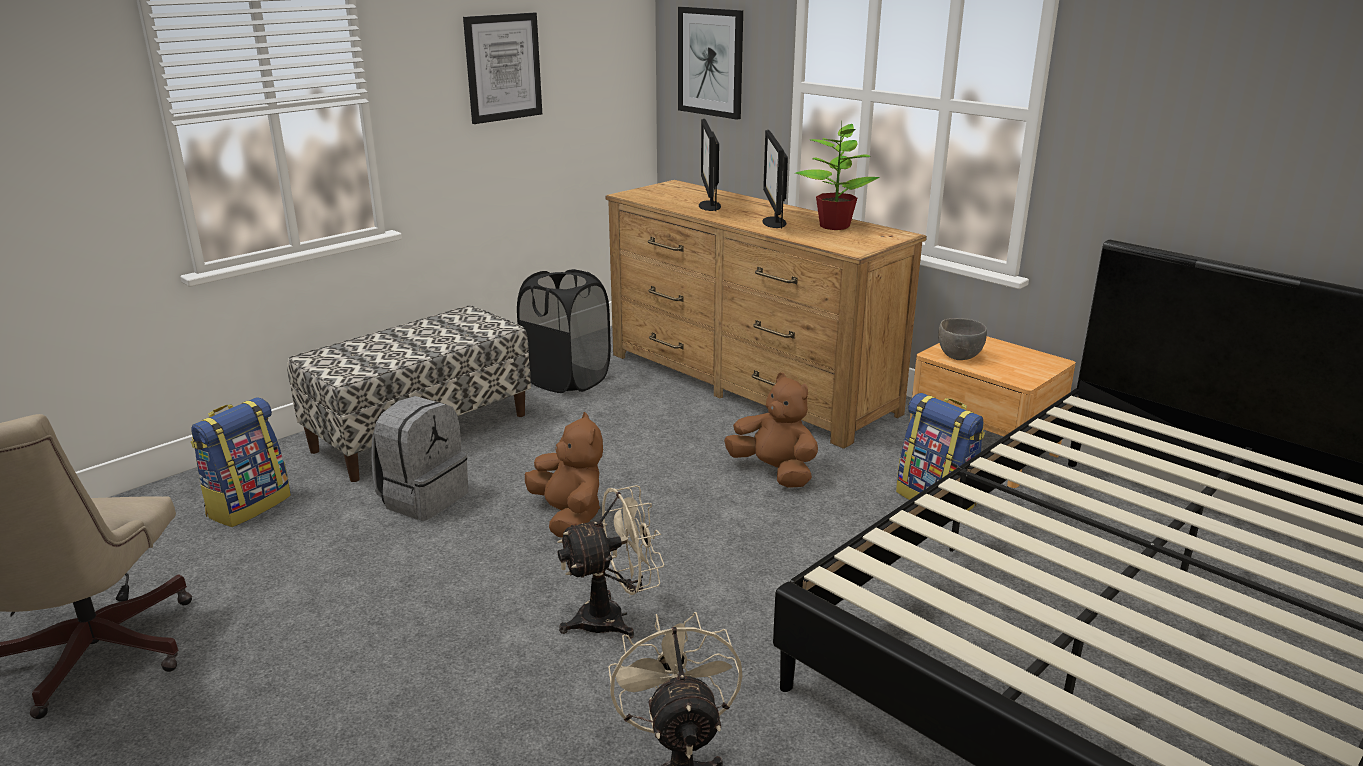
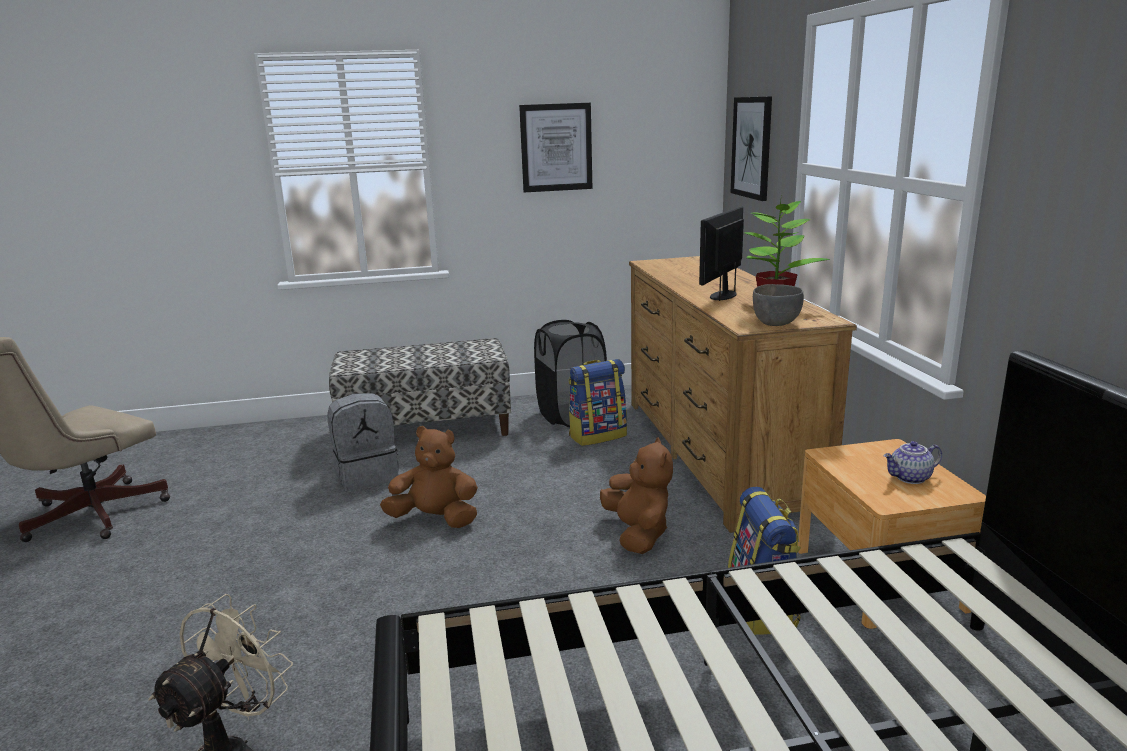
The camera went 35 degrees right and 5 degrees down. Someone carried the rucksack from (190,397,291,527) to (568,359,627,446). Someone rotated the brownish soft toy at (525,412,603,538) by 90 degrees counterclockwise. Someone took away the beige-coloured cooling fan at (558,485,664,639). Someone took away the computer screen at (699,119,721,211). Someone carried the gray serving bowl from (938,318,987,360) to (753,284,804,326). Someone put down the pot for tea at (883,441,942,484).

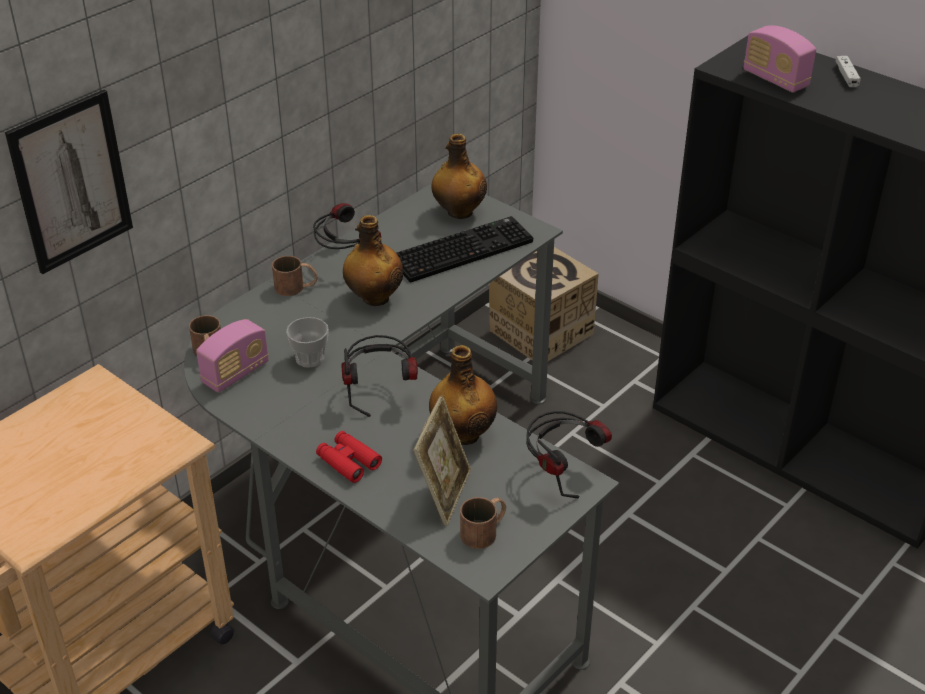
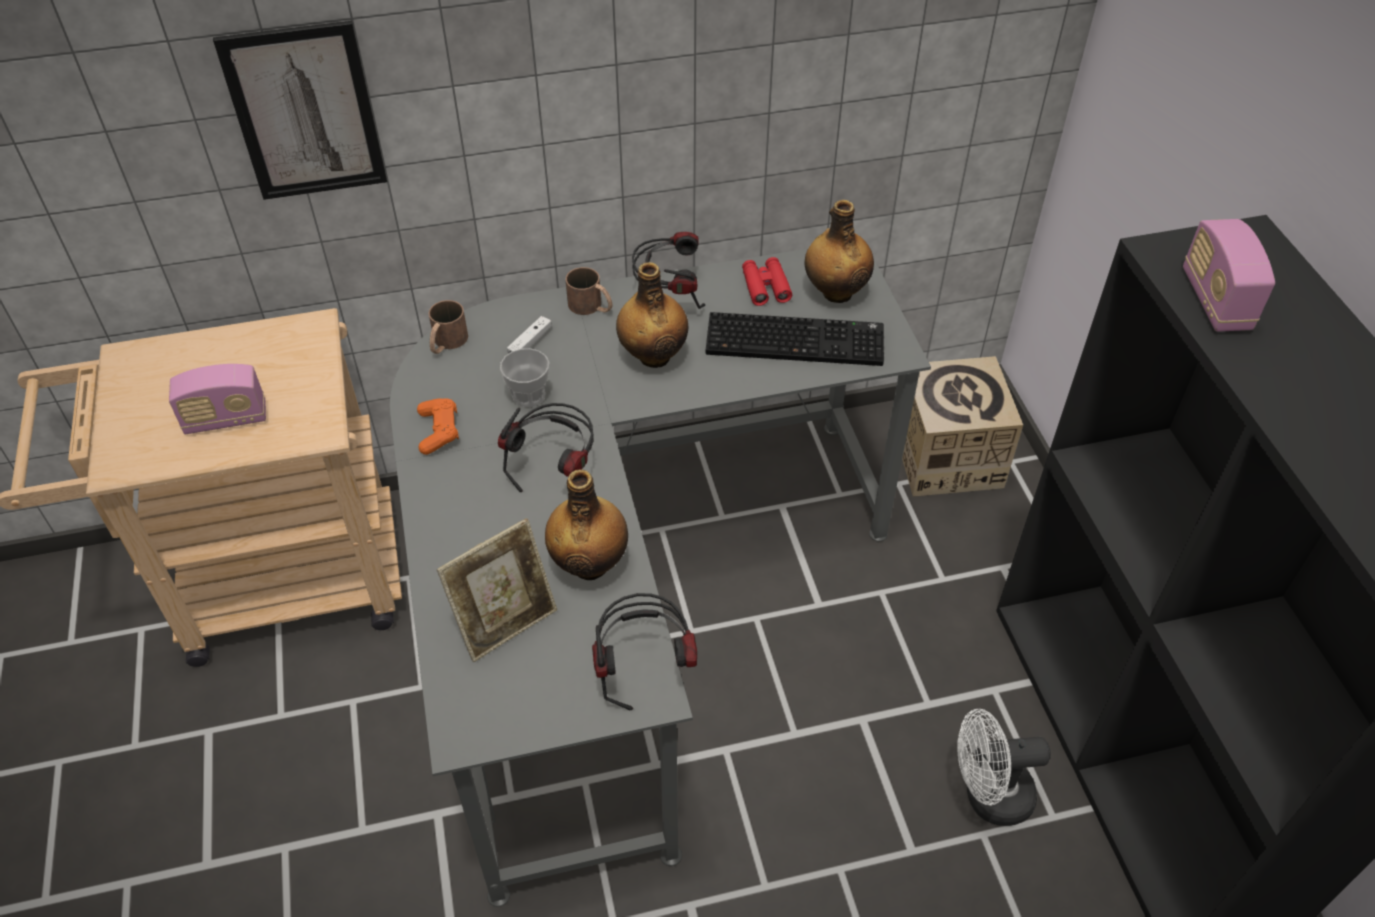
The camera went 35 degrees right and 10 degrees up. Someone carried the radio receiver from (196,319,269,393) to (169,364,266,434). Someone carried the reddish pair of binoculars from (316,431,382,483) to (742,257,792,306). Someone took away the brownish coffee mug at (460,497,506,549). Someone carried the whitish gamepad from (836,56,861,87) to (507,316,552,354). Someone put down the orange gamepad at (417,399,459,455). Someone put down the whitish cooling fan at (957,709,1051,826).

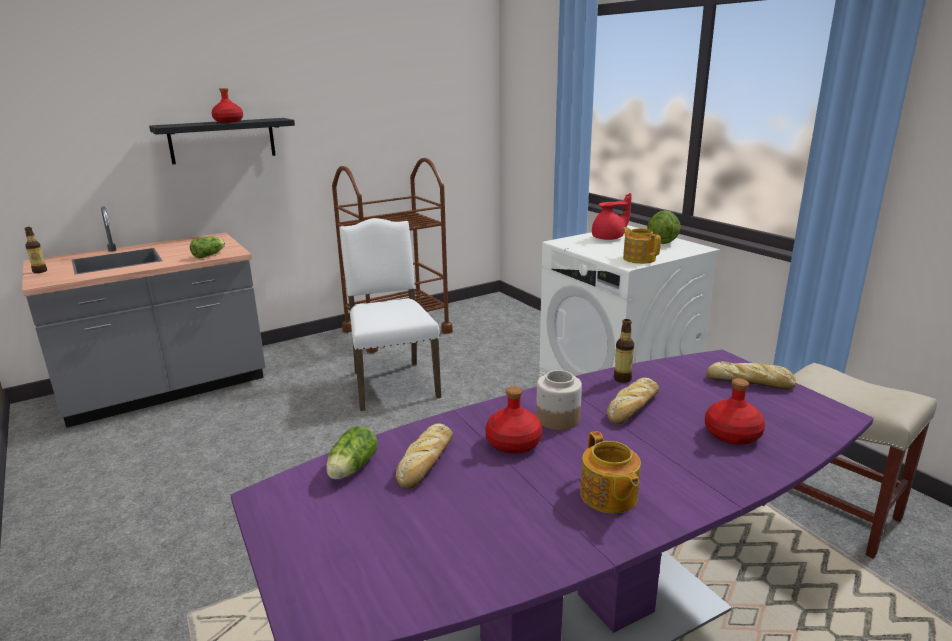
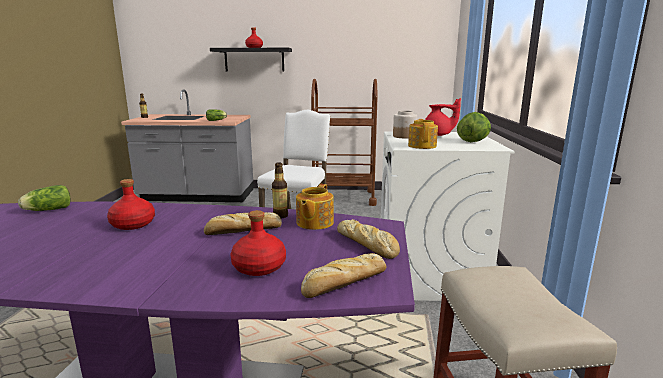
The camera went 35 degrees right and 5 degrees down. Someone carried the bakery bread from (396,424,453,489) to (301,253,386,298). Someone carried the jar from (536,370,582,430) to (393,111,417,138). Someone carried the pot for tea from (580,431,641,513) to (296,184,334,230).

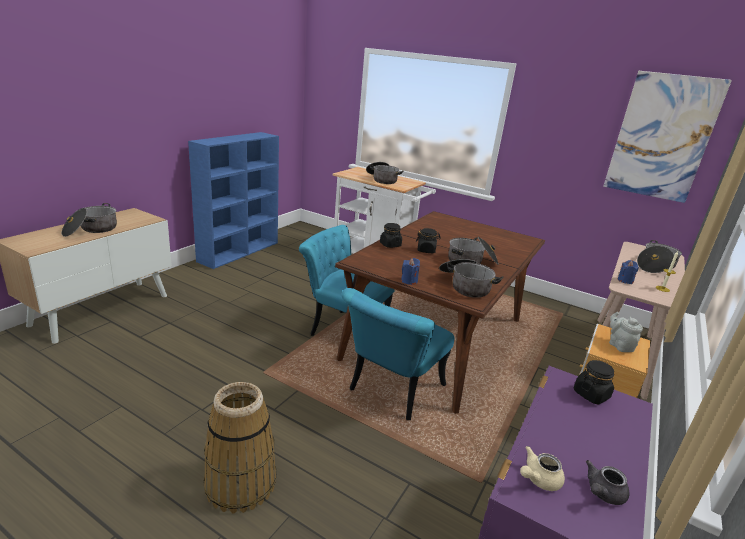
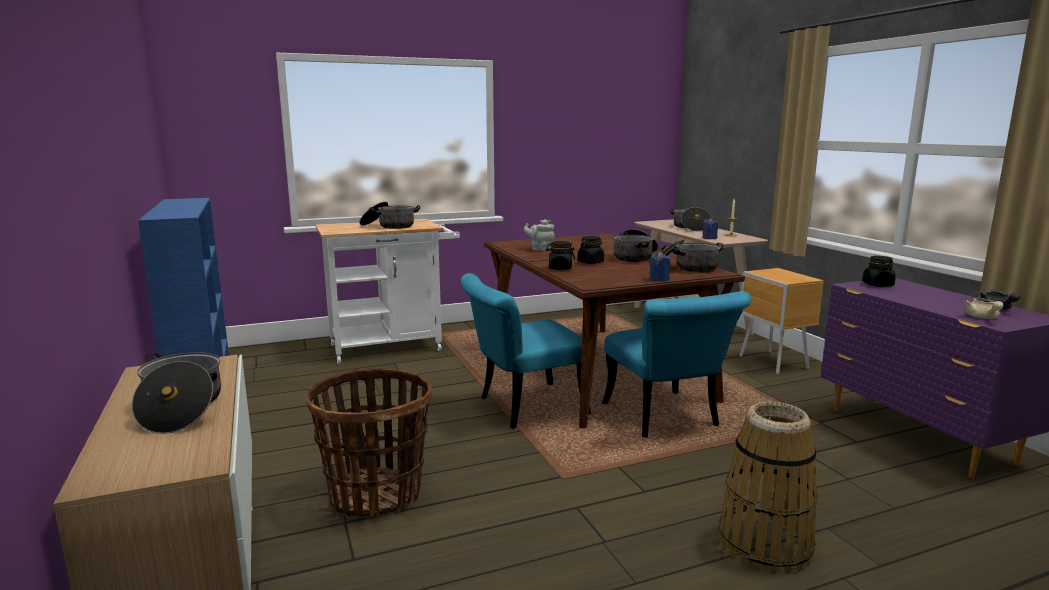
The camera went 50 degrees left and 10 degrees down. Someone took away the wall art at (603,71,732,203). Someone carried the gray pot for tea from (609,312,643,352) to (524,220,555,251). Someone put down the basket at (307,368,432,518).

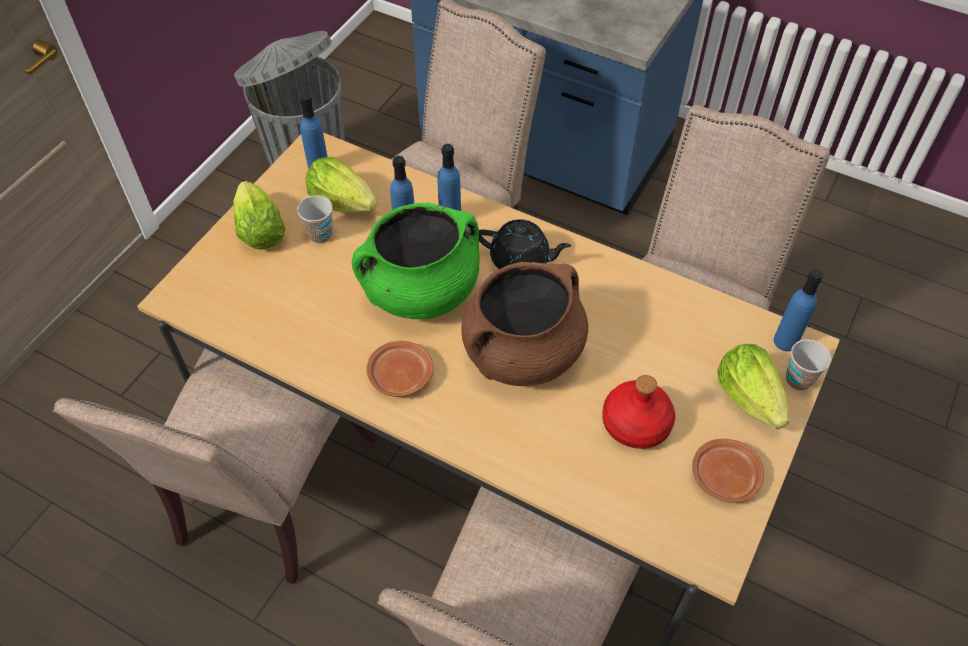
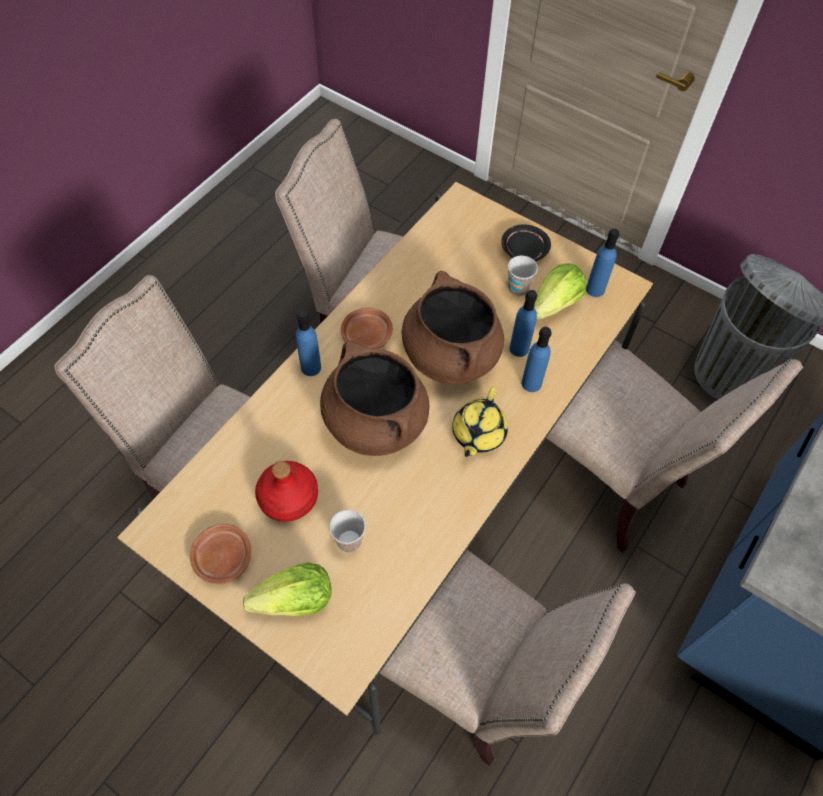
The camera went 95 degrees right and 5 degrees up. Someone swapped the head of lettuce at (233,181,286,250) for the black-coloured plate at (502,224,551,261). Someone repainted the green-coloured cooking pot at (352,203,480,319), which became the brownish cooking pot at (401,271,504,384). Someone repainted the black-coloured pot for tea at (479,219,571,269), which became the yellow-coloured pot for tea at (452,387,508,457). Someone carried the bluish bottle from (774,269,823,351) to (296,309,321,376). Someone carried the cup from (786,339,831,391) to (329,510,366,553).

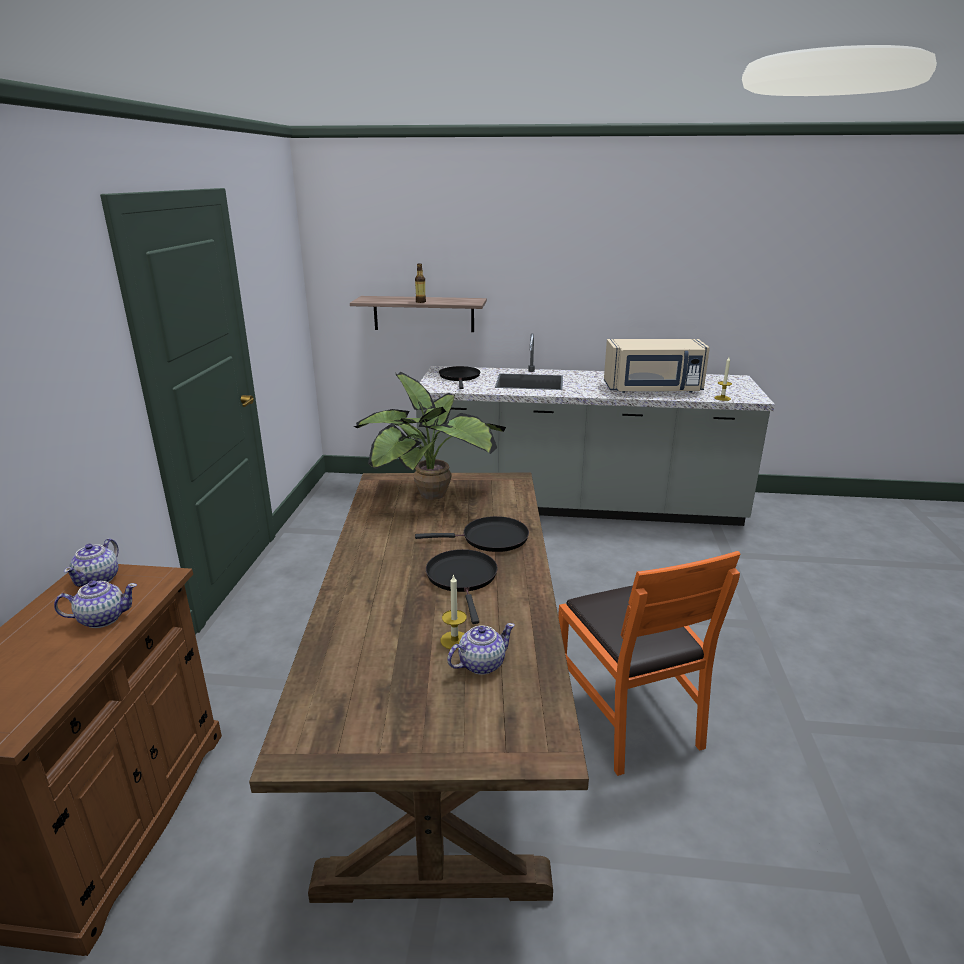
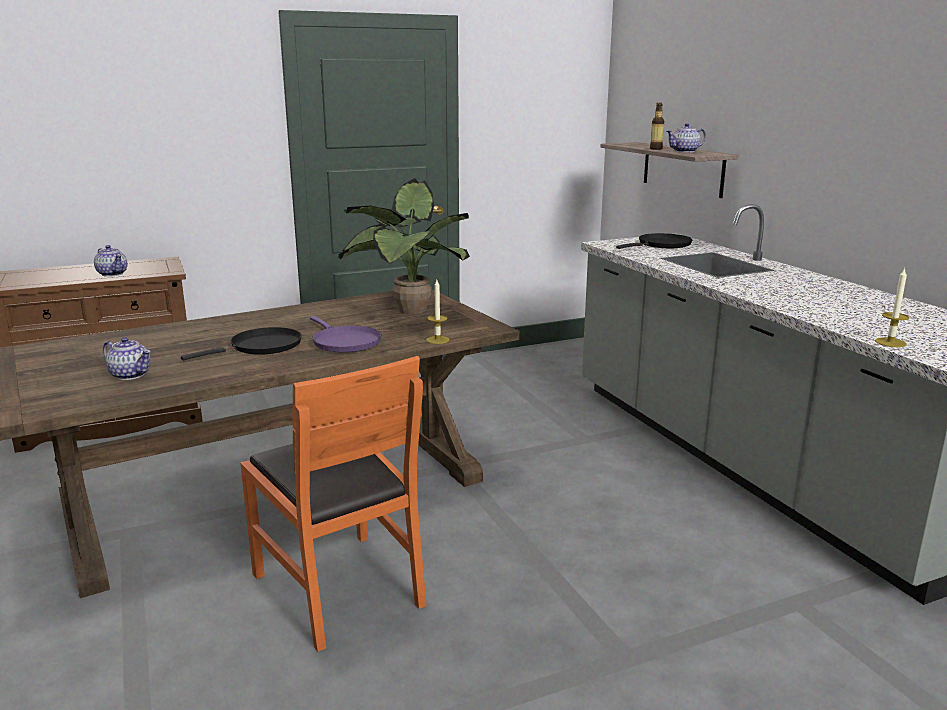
The camera went 60 degrees right and 5 degrees down. Someone carried the pot for tea from (64,538,119,587) to (667,123,706,153). Someone repainted the black-coloured skillet at (415,516,529,552), which became the purplish skillet at (310,316,382,352). Someone carried the wax light from (441,574,467,650) to (426,280,449,344). Someone rotated the orange upright chair at (558,551,740,776) by 75 degrees counterclockwise. Someone took away the beige-coloured microwave oven at (604,339,710,393).

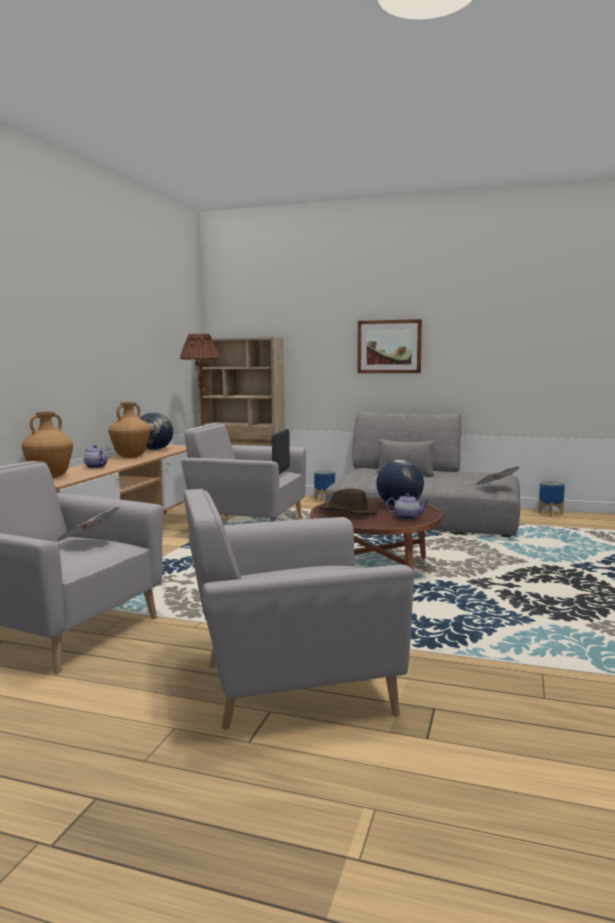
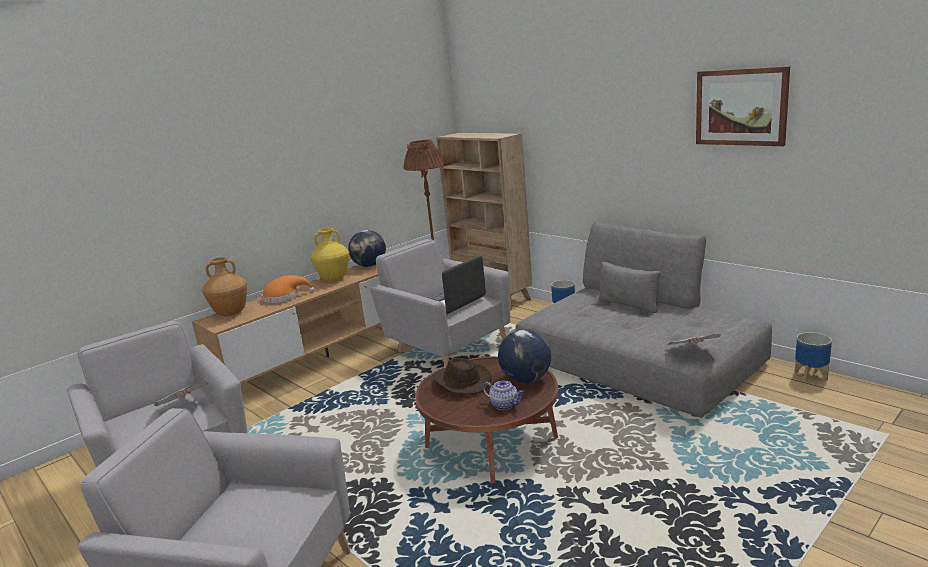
The camera went 30 degrees right and 10 degrees up. Someone swapped the pot for tea at (84,445,108,468) for the orange clothing hat at (262,275,315,303). Someone repainted the brownish decorative vase at (108,402,150,458), which became the yellow-coloured decorative vase at (310,228,349,281). Someone carried the wall art from (357,319,422,373) to (696,66,790,146).

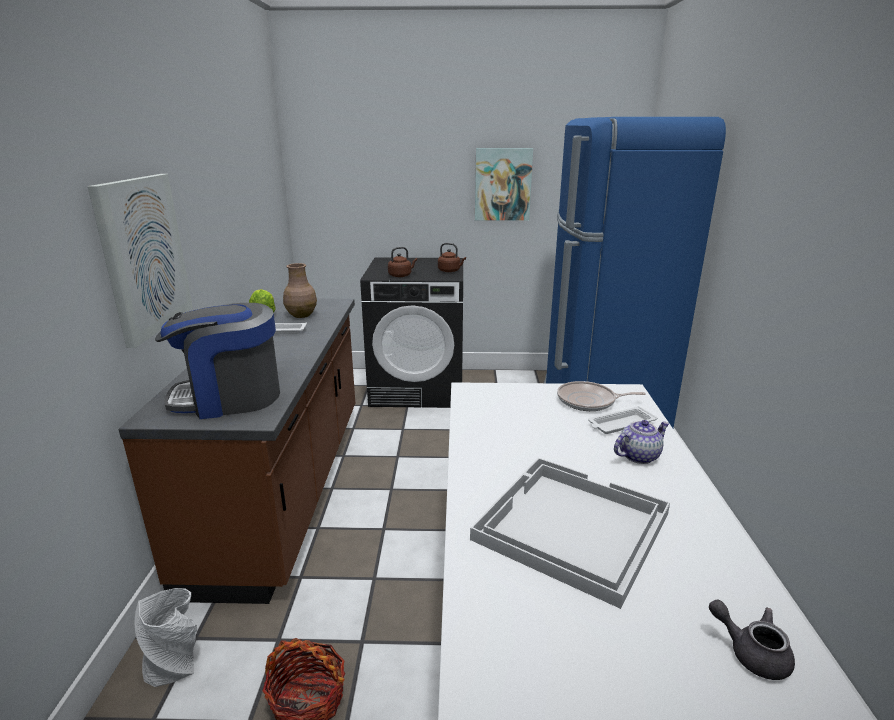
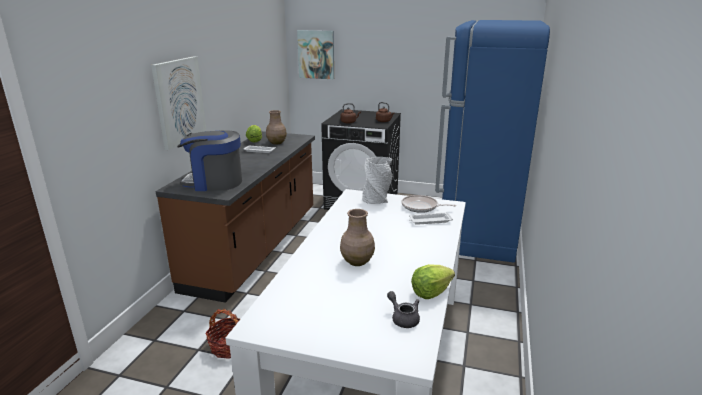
The camera went 15 degrees right and 0 degrees up. Someone carried the gray decorative vase from (135,588,197,687) to (363,157,393,204). Someone swapped the whitish serving tray at (470,458,670,609) for the brownish decorative vase at (340,209,375,266). Someone carried the wall art from (475,148,533,221) to (297,30,334,79). Someone took away the pot for tea at (614,420,670,464). Someone put down the head of lettuce at (411,264,455,299).

